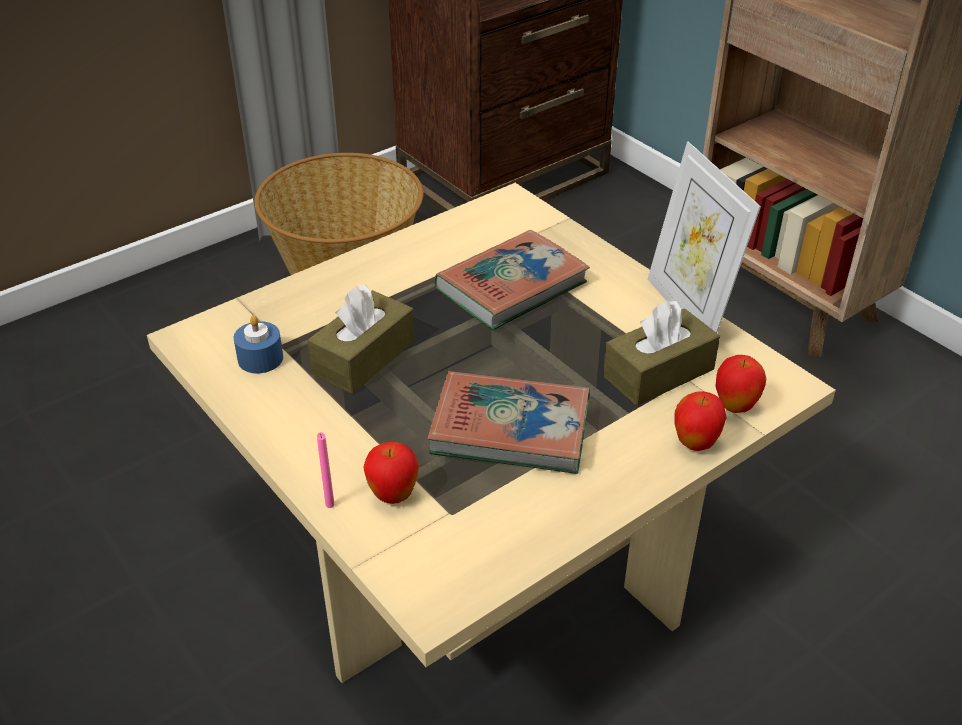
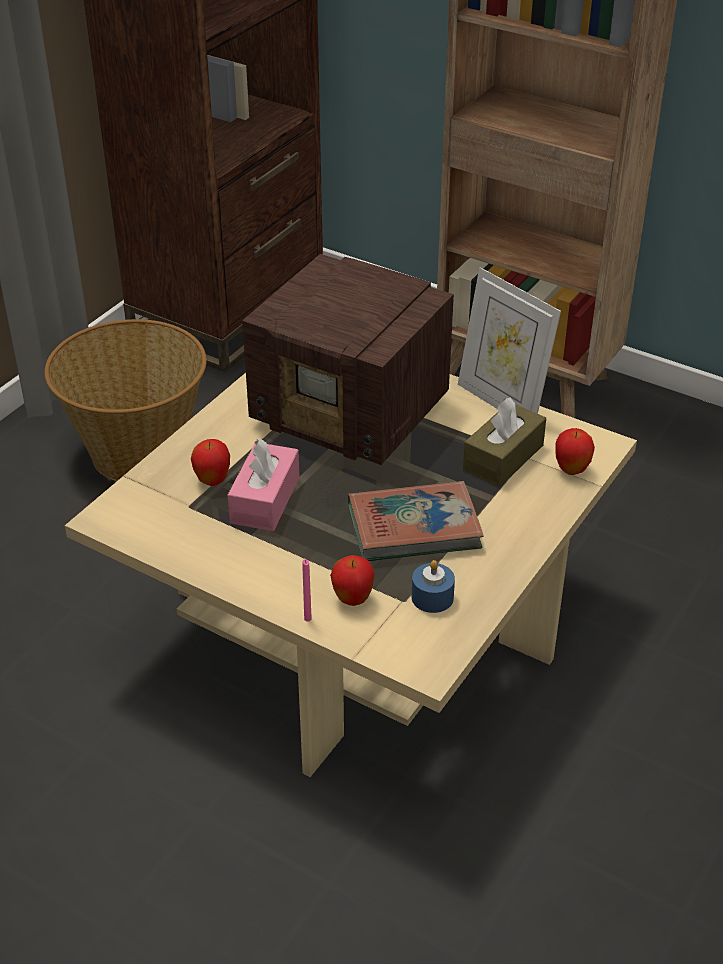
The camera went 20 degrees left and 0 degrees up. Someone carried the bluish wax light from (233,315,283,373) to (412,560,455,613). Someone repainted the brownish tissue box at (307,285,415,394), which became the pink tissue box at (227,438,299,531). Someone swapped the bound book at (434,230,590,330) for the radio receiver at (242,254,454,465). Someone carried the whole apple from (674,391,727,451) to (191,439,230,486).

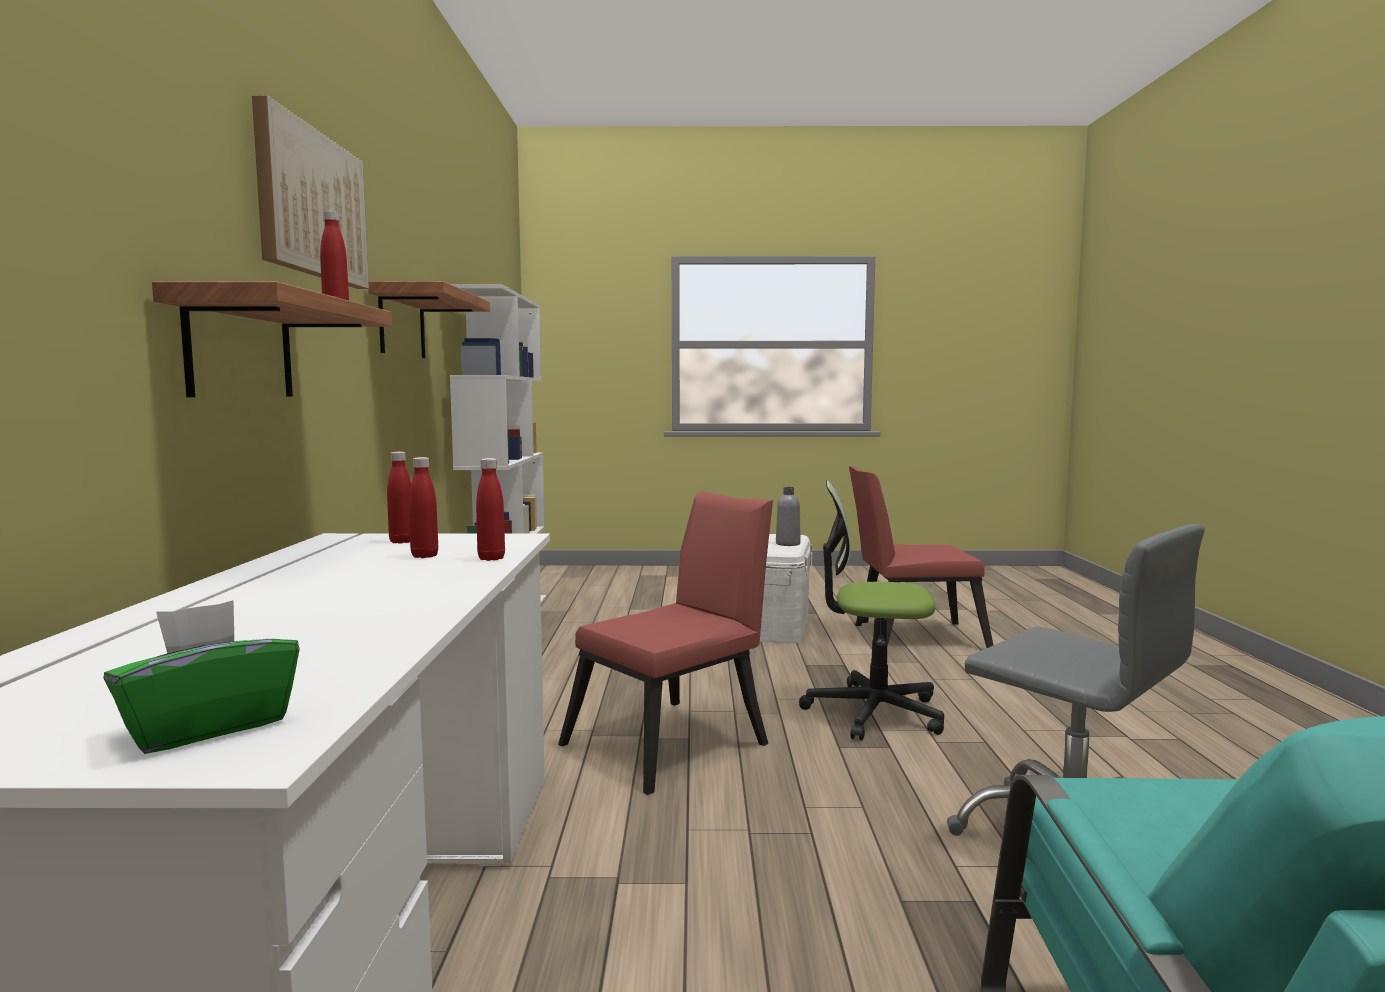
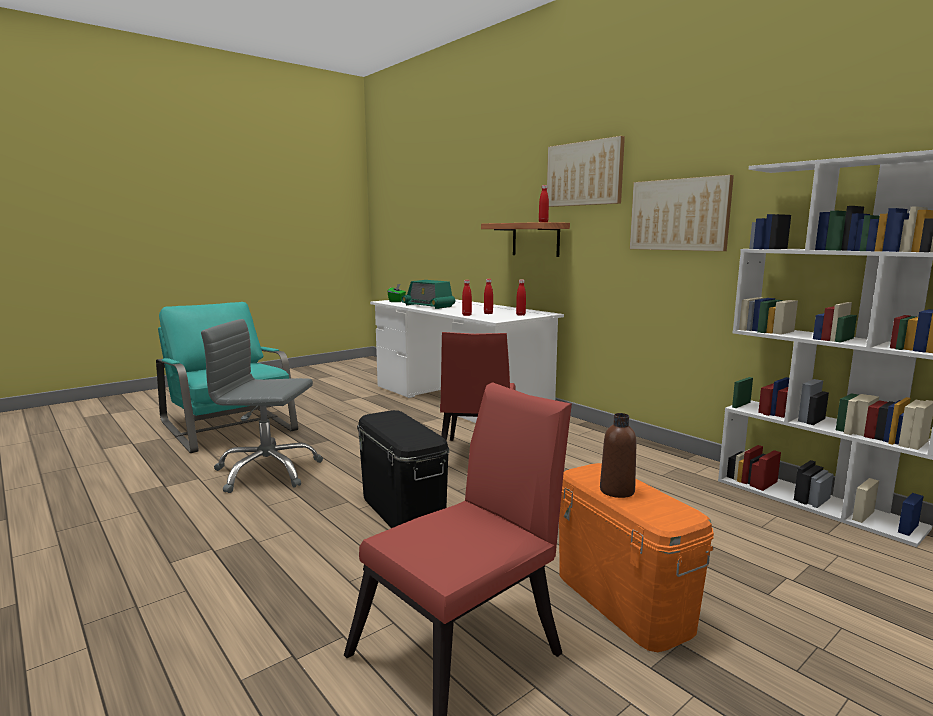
The camera went 140 degrees right and 5 degrees up. Someone swapped the wall shelf at (368,281,490,358) for the wall art at (630,175,734,251). Someone repainted the whitish storage container at (760,534,812,643), which became the orange storage container at (559,463,714,652). Someone repainted the gray bottle at (776,487,801,546), which became the brownish bottle at (600,413,637,498). Someone swapped the desk chair at (799,480,944,741) for the black-coloured storage container at (357,410,450,528). Someone put down the radio receiver at (401,280,455,309).

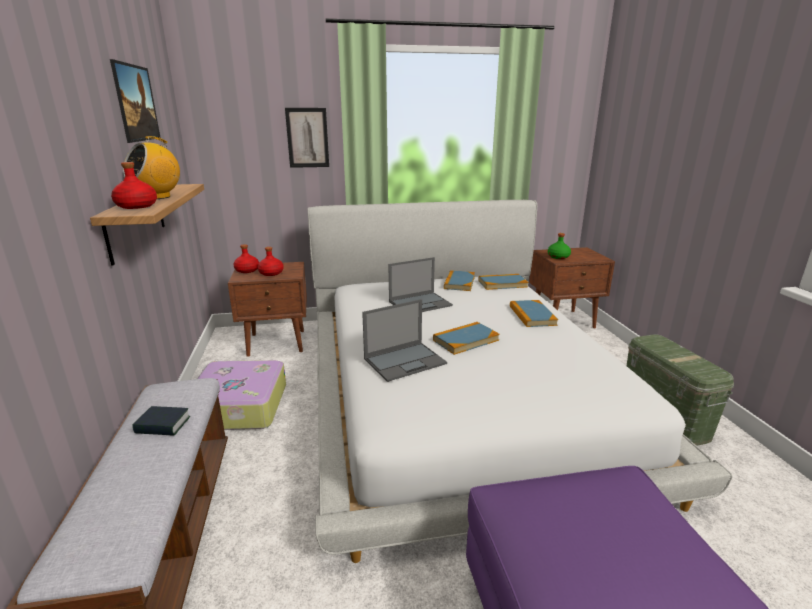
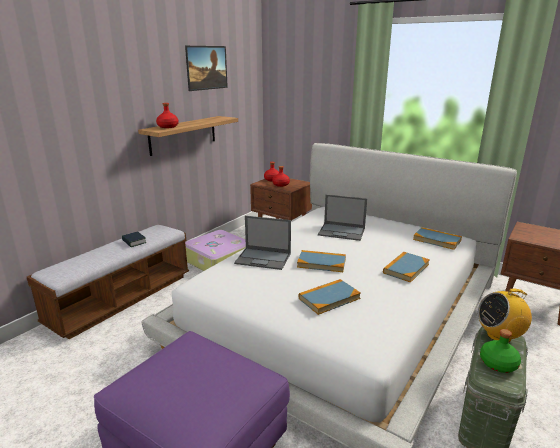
The camera went 45 degrees right and 0 degrees up. Someone carried the radio receiver from (123,136,180,199) to (478,289,532,343). Someone took away the wall art at (285,108,329,168). Someone carried the bound book from (444,270,475,291) to (299,279,361,315). Someone carried the green-coloured bottle from (548,233,571,259) to (480,329,521,373).

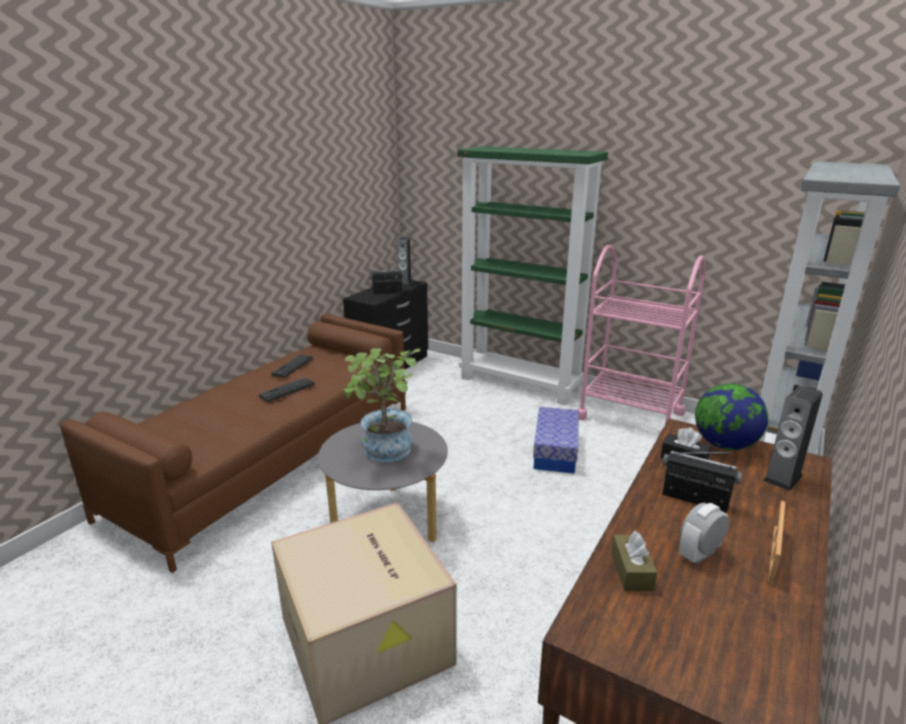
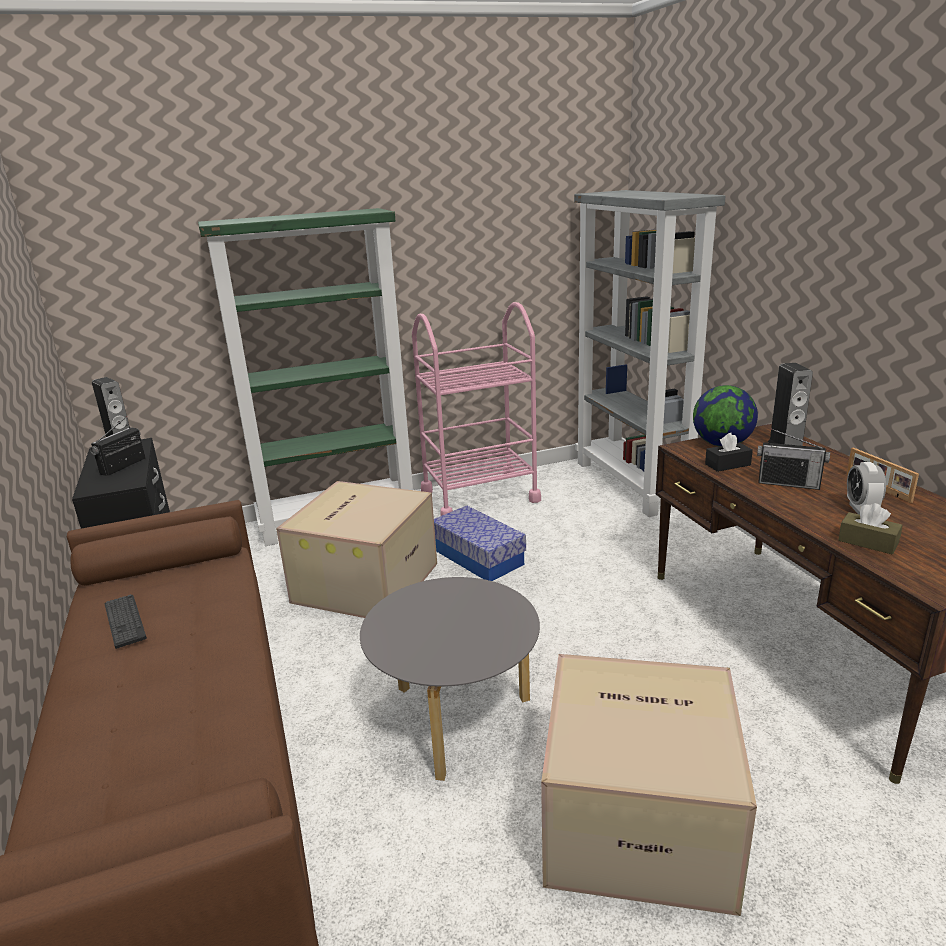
The camera went 50 degrees left and 0 degrees up. Someone took away the PC keyboard at (259,377,315,402). Someone took away the plant in a pot at (343,348,420,462). Someone rotated the radio receiver at (662,451,742,512) by 135 degrees counterclockwise. Someone put down the packing box at (276,481,437,618).

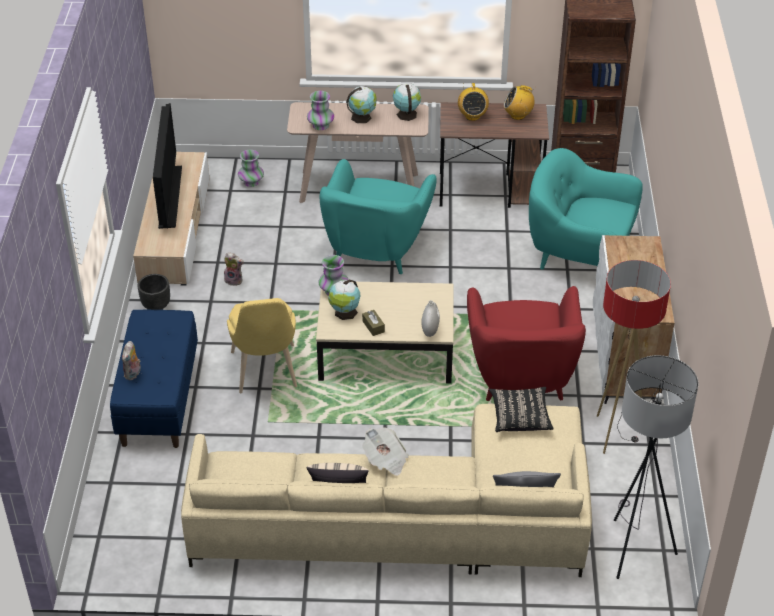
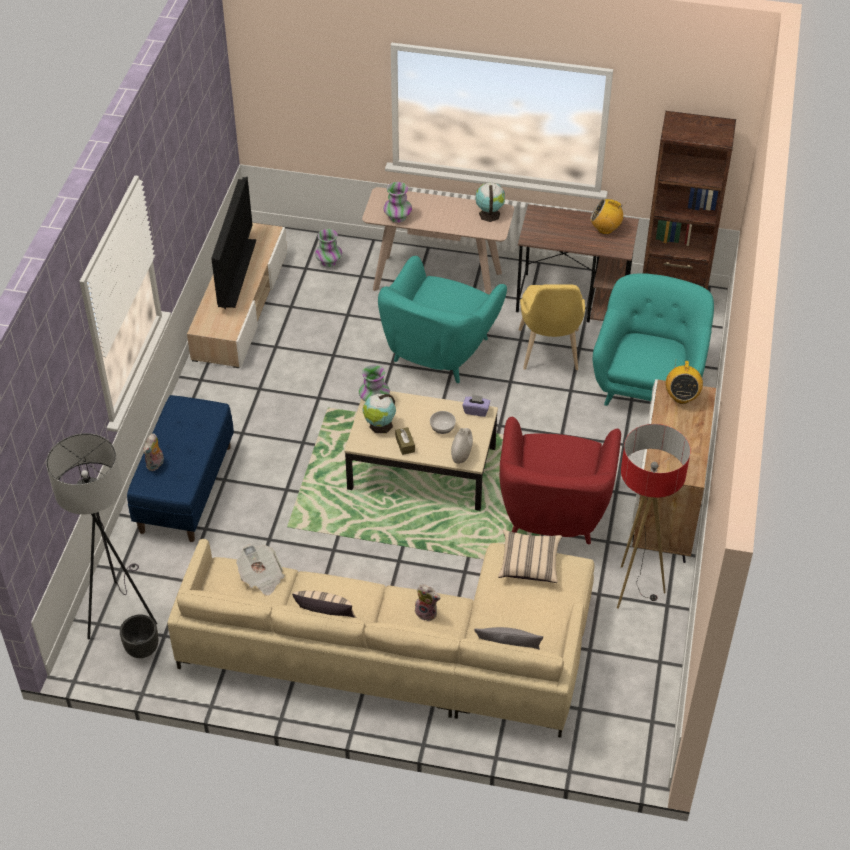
The camera went 10 degrees right and 5 degrees up. Someone carried the black-coloured flower pot from (138,274,170,310) to (120,615,158,658). Someone carried the soft toy from (224,252,244,286) to (415,584,440,621). Someone carried the yellow-coloured upright chair from (227,298,297,394) to (519,284,585,370). Someone took away the desk globe at (346,86,376,123). Someone carried the printed paper from (362,427,409,476) to (236,544,285,596). Someone carried the radio receiver from (458,83,489,121) to (666,361,703,404). Someone repainted the black-coloured throw pillow at (489,387,554,432), which became the beige-coloured throw pillow at (498,530,562,583). Someone rotated the turquoise armchair at (529,148,643,270) by 75 degrees clockwise. Someone carried the gray floor lamp from (614,355,698,579) to (46,433,157,640). Someone put down the serving bowl at (430,411,456,434). Someone put down the purplish tissue box at (462,394,490,417).

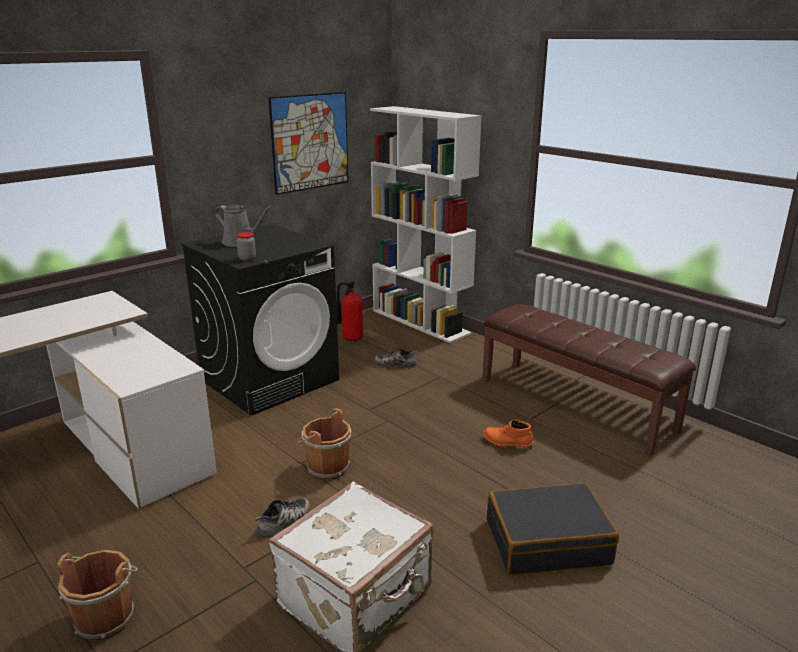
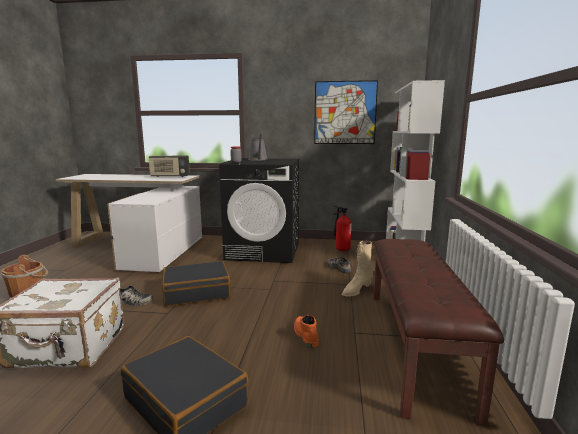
The camera went 50 degrees right and 10 degrees down. Someone swapped the brownish pail at (297,408,351,479) for the black-coloured travel case at (162,261,230,307). Someone put down the radio receiver at (149,156,190,177). Someone put down the beige-coloured tall boot at (342,241,373,297).

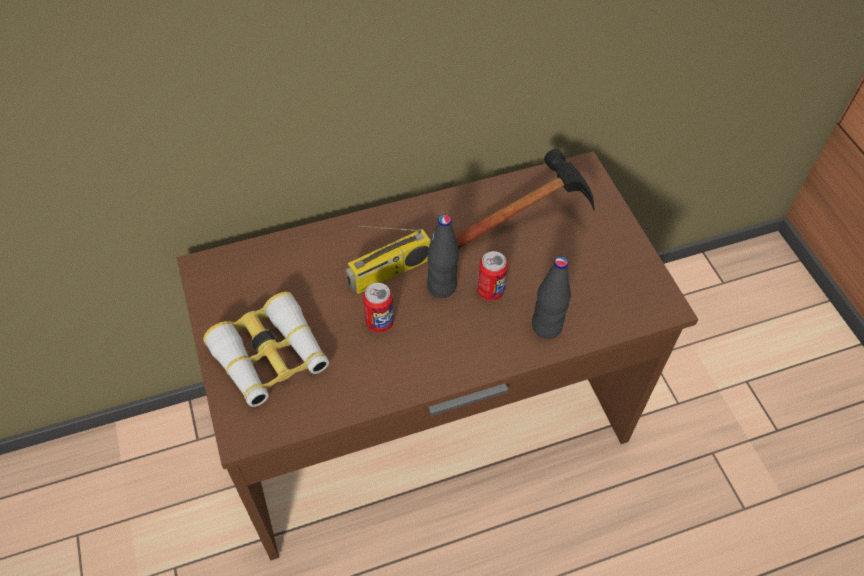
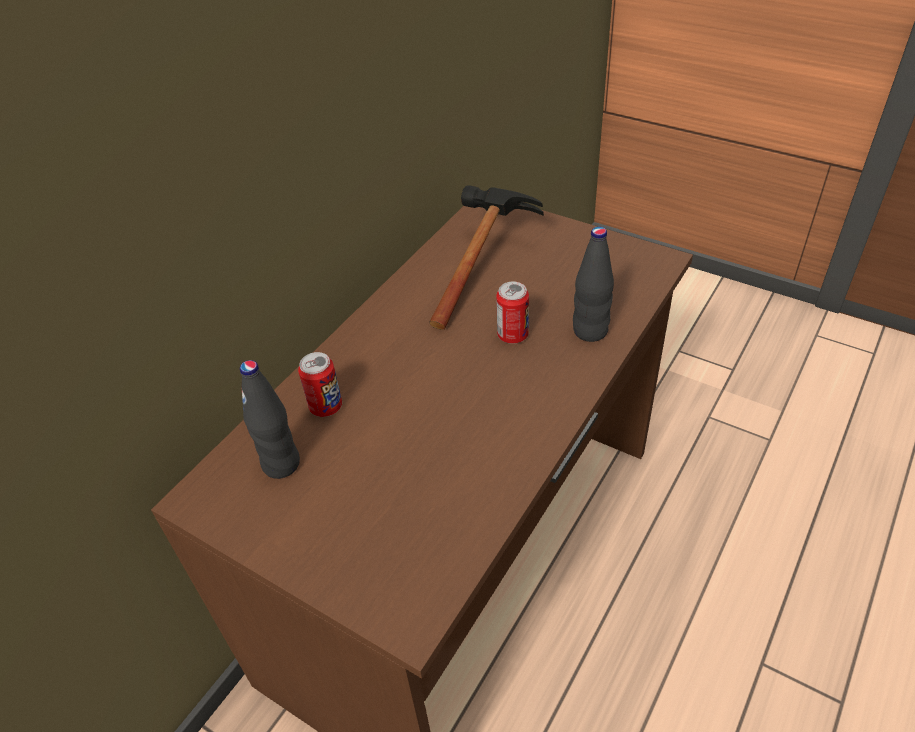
The camera went 35 degrees left and 10 degrees down. Someone took away the pair of binoculars at (203,292,329,407). Someone took away the radio receiver at (346,225,431,294). Someone carried the sealed can from (363,283,394,333) to (298,352,342,417). Someone carried the black-coloured bottle from (427,215,459,298) to (240,360,300,479).

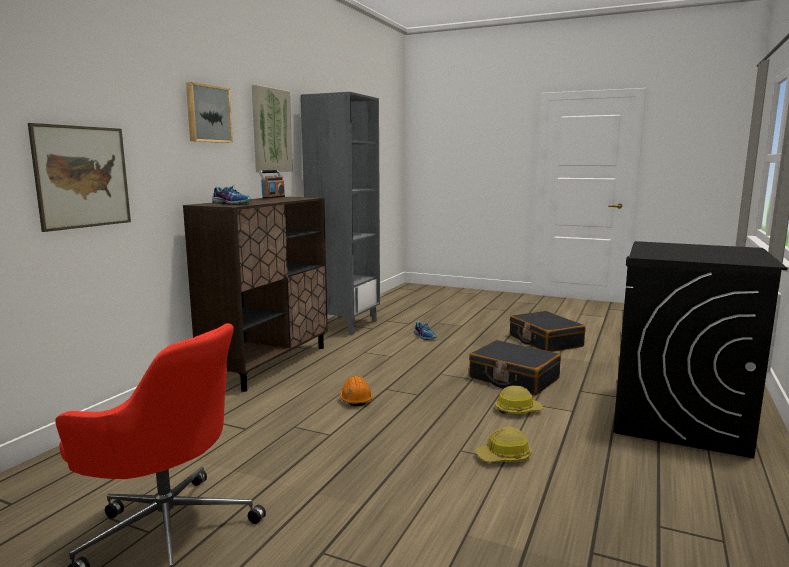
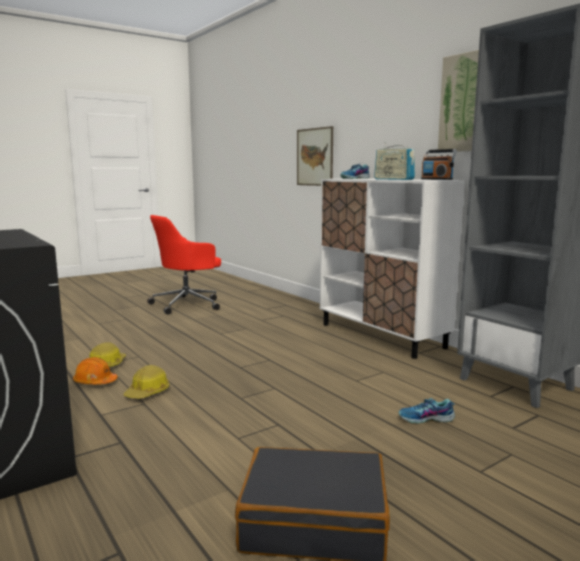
The camera went 120 degrees right and 0 degrees up. Someone repainted the brownish cupboard at (183,197,328,392), which became the whitish cupboard at (320,179,465,359). Someone took away the wall art at (186,82,233,143). Someone carried the orange work helmet from (340,376,373,406) to (73,357,118,384). Someone took away the black-coloured travel case at (469,340,561,396). Someone put down the radio receiver at (374,142,415,180).

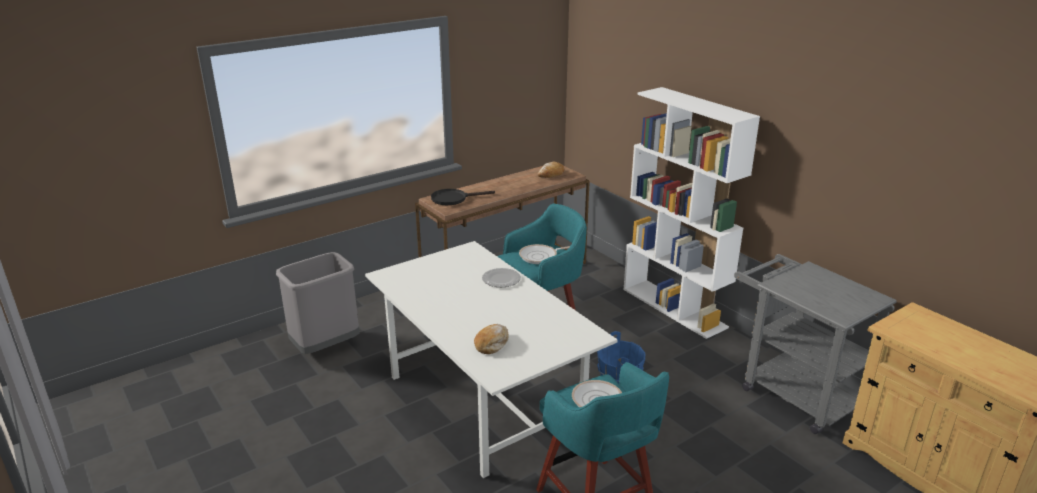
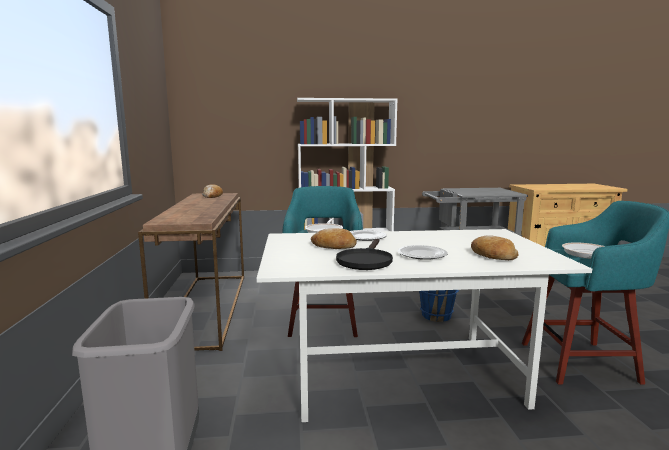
The camera went 60 degrees left and 15 degrees down. Someone carried the black-coloured skillet from (431,189,495,205) to (336,239,393,270). Someone put down the bakery bread at (311,228,357,249). Someone put down the plate at (397,245,448,260).

